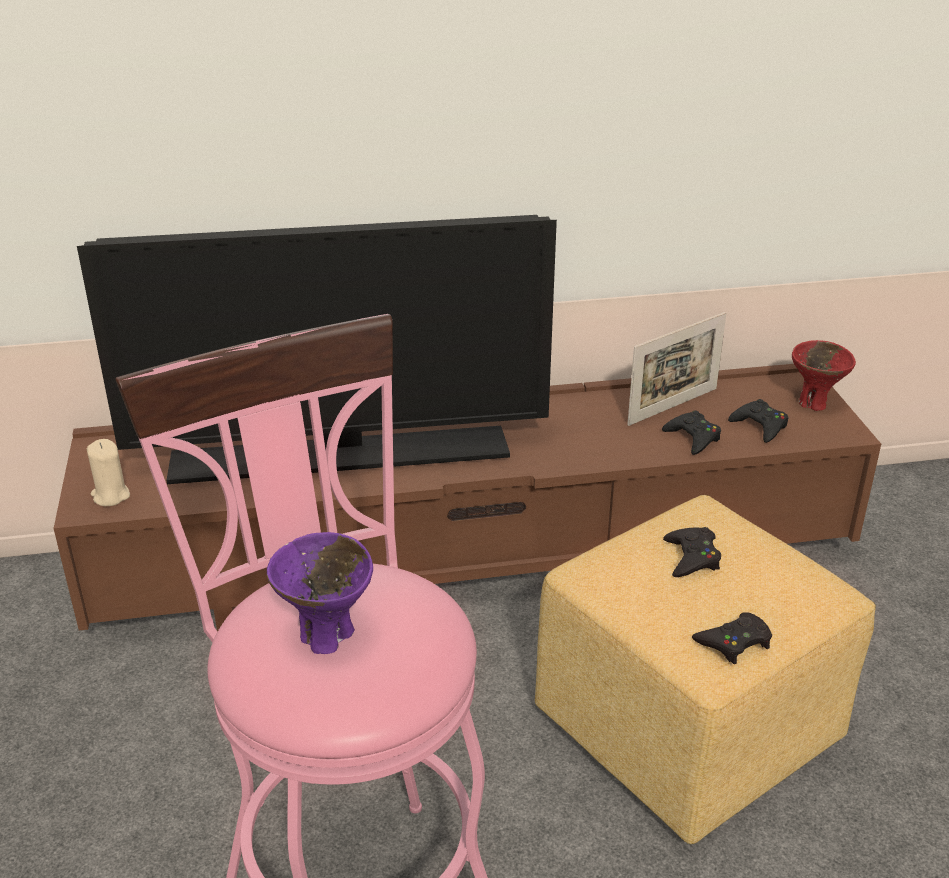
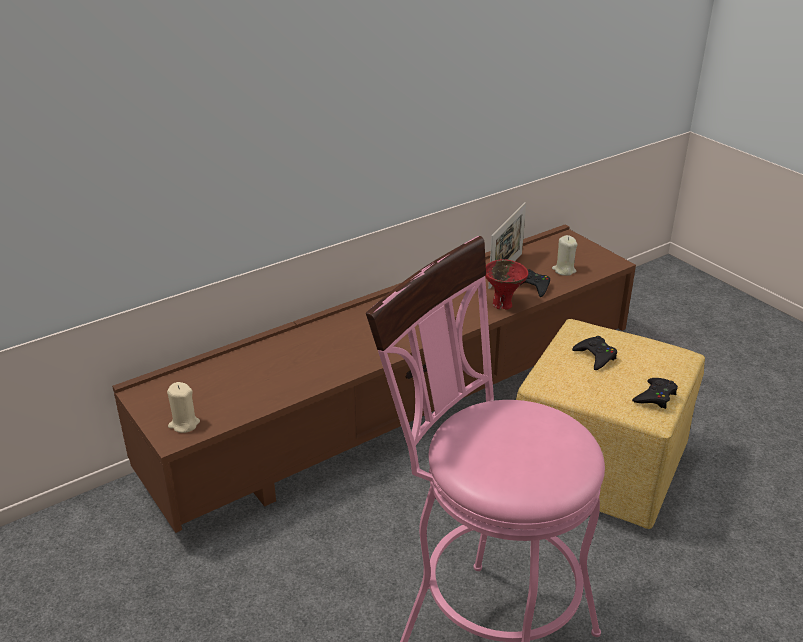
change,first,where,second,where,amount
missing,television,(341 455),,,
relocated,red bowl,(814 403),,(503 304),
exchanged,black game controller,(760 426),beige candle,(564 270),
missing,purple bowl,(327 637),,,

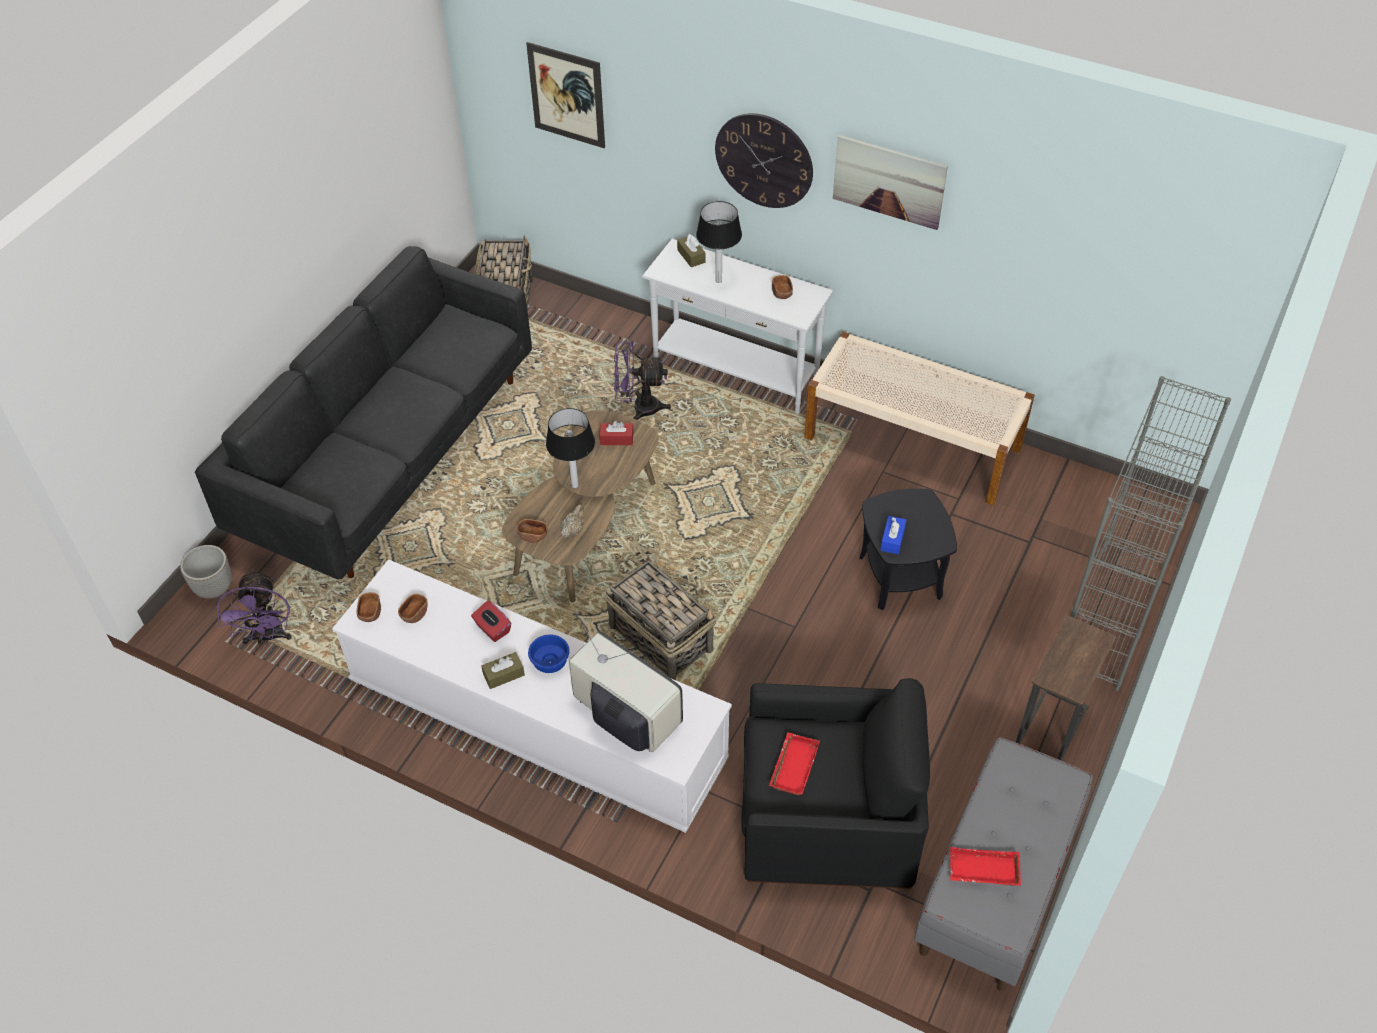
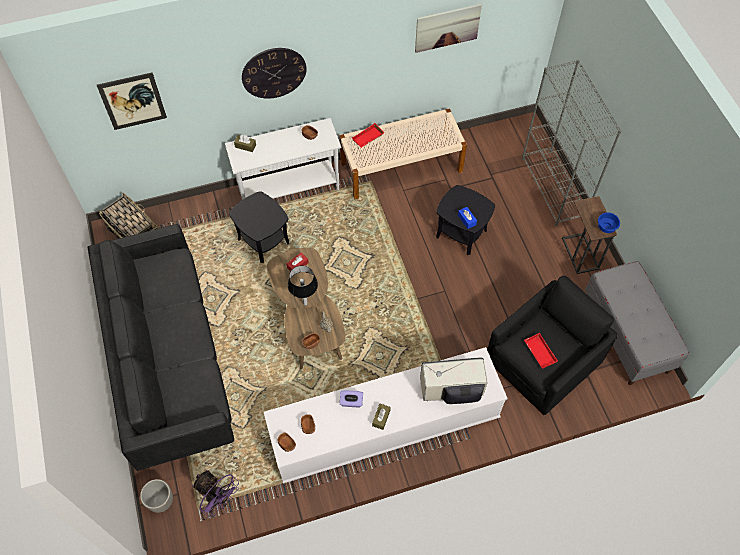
change,first,where,second,where,amount
relocated,picture,(889 181),,(447 27),
missing,table lamp,(719 281),,,
exchanged,purple fan,(639 407),black side table,(264 241),
missing,basket,(660 637),,,
colour,red tissue box,(492 629),purple tissue box,(351 402),
relocated,blue bowl,(551 661),,(606 226),
relocated,red tray,(982 872),,(368 138),

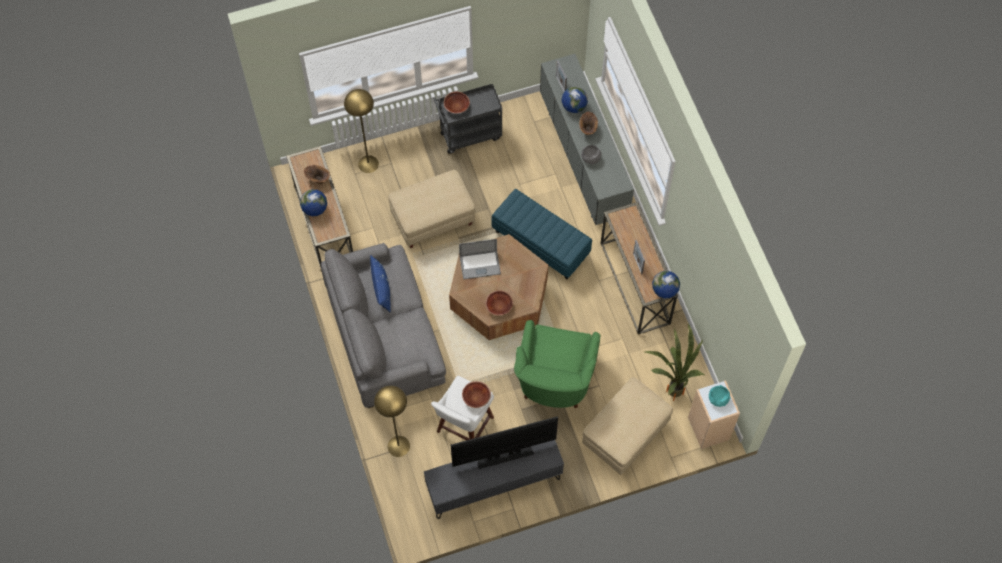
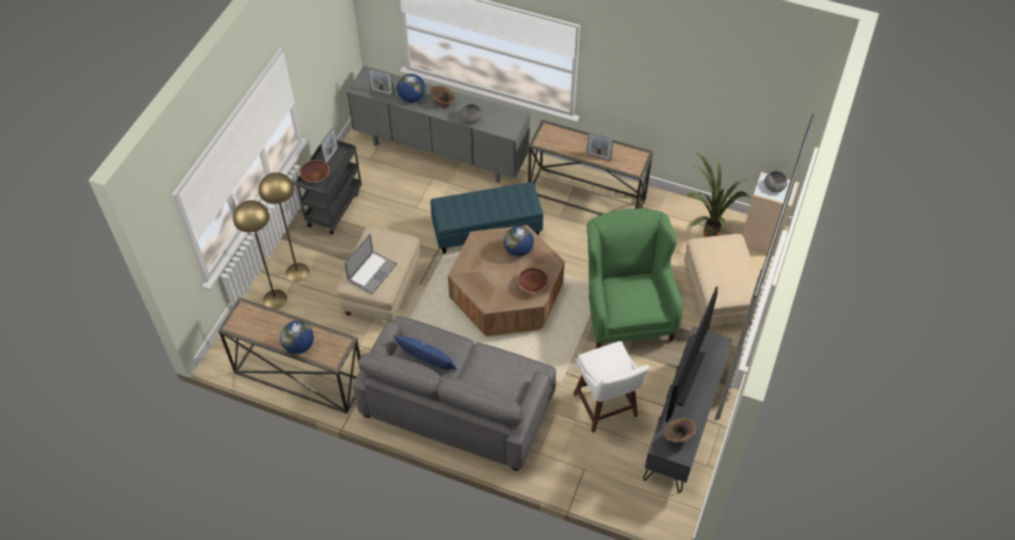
change,first,where,second,where,amount
relocated,brown vase,(318 179),,(677 437),
relocated,laptop,(480 265),,(372 272),
relocated,globe,(664 290),,(518 250),
spun,green armchair,(554 383),,(625 311),150 degrees counterclockwise
missing,brown bowl,(476 397),,,
colour,turquoise bowl,(718 399),grey bowl,(774 187),
relocated,yellow floor lamp,(398 446),,(297 272),
appeared,,,picture frame,(331 156),

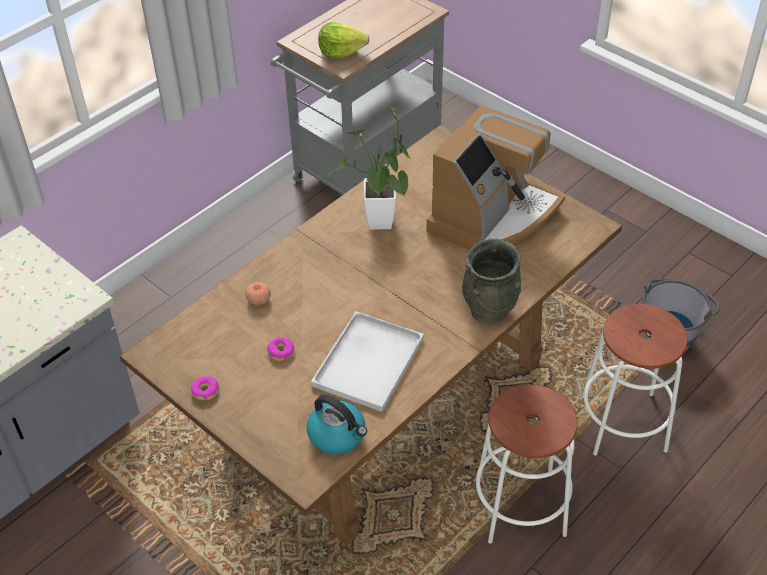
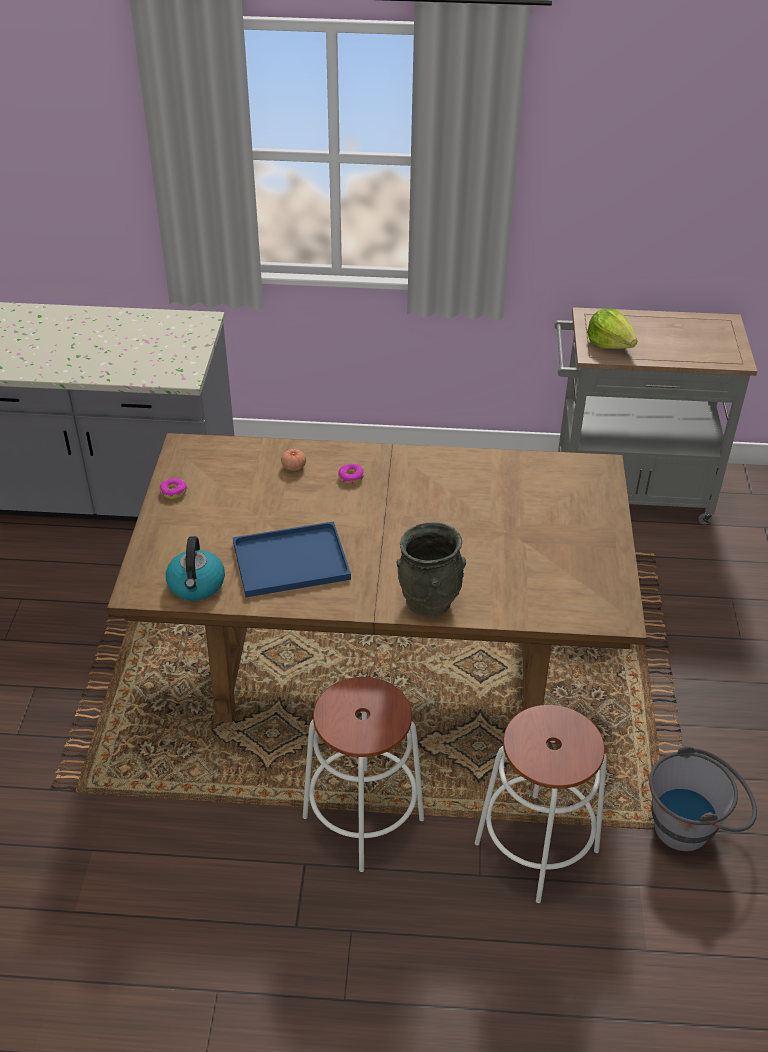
change,first,where,second,where,amount
missing,coffee machine,(493 217),,,
missing,potted plant,(380 227),,,
colour,white tray,(368 364),blue tray,(289 562),
relocated,donut,(281 352),,(350 477),

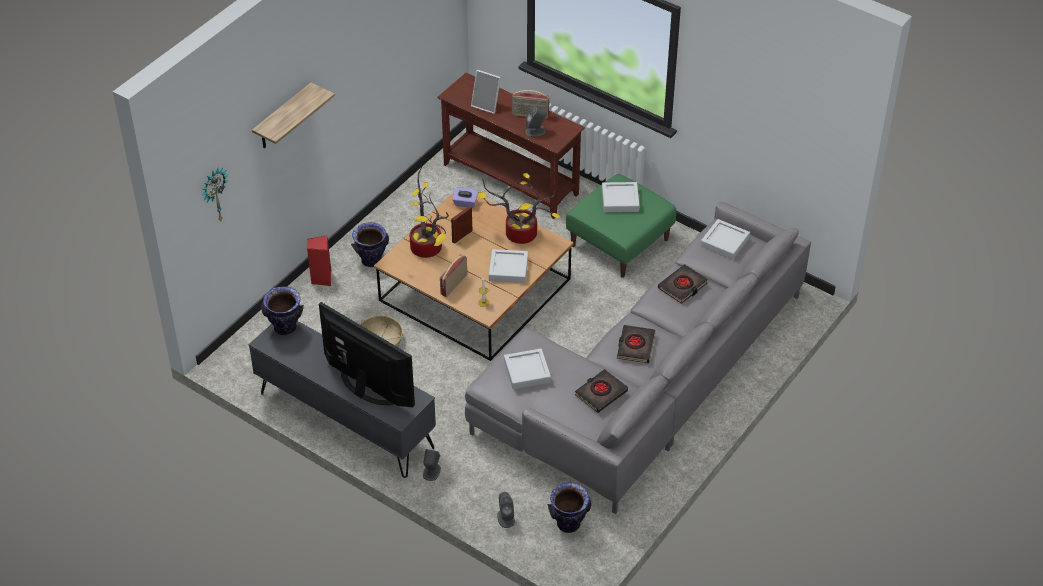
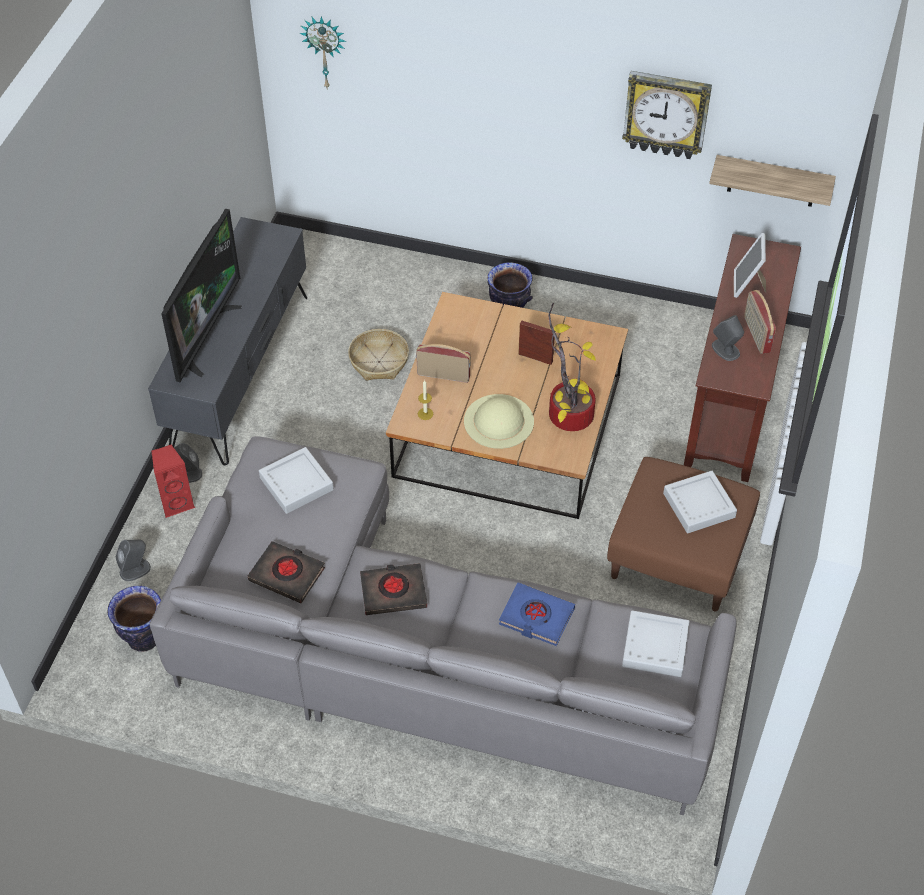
change,first,where,second,where,amount
relocated,shelf,(283 118),,(772 181),
missing,potted plant,(429 248),,,
colour,green ottoman,(619 242),brown ottoman,(679 555),
missing,purple tissue box,(465 203),,,
relocated,red speaker,(321 278),,(176 503),
exchanged,grey tray,(508 269),beige hat,(498 421),
colour,black book,(682 286),blue book,(536 617),
missing,vase,(285 328),,,
appeared,,,wall clock,(666 114),

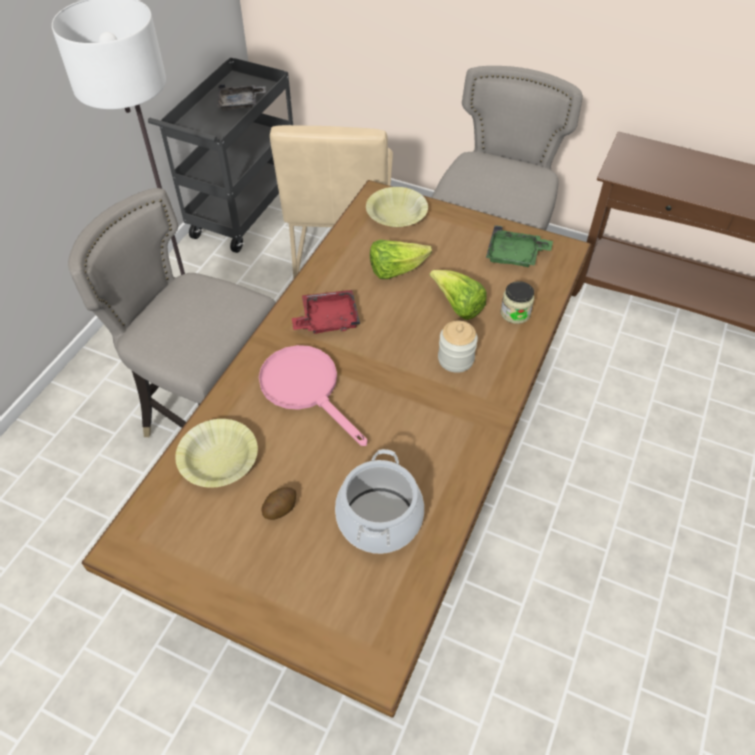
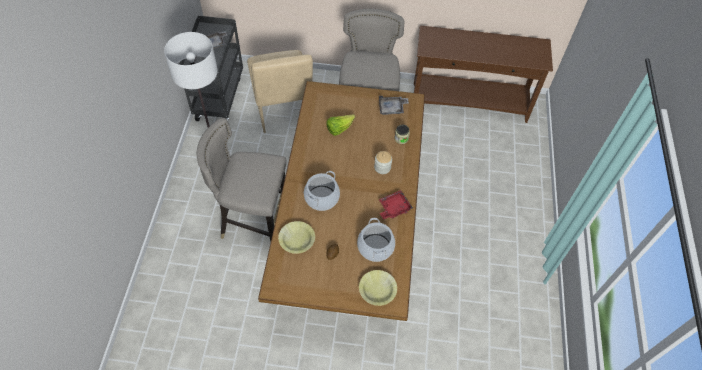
change,first,where,second,where,amount
relocated,yellow bowl,(397 215),,(377 290),
colour,green tray,(515 256),grey tray,(392 108),
missing,lettuce,(457 306),,,
relocated,red tray,(328 319),,(394 208),
exchanged,pink frying pan,(306 388),cooking pot,(321 198),

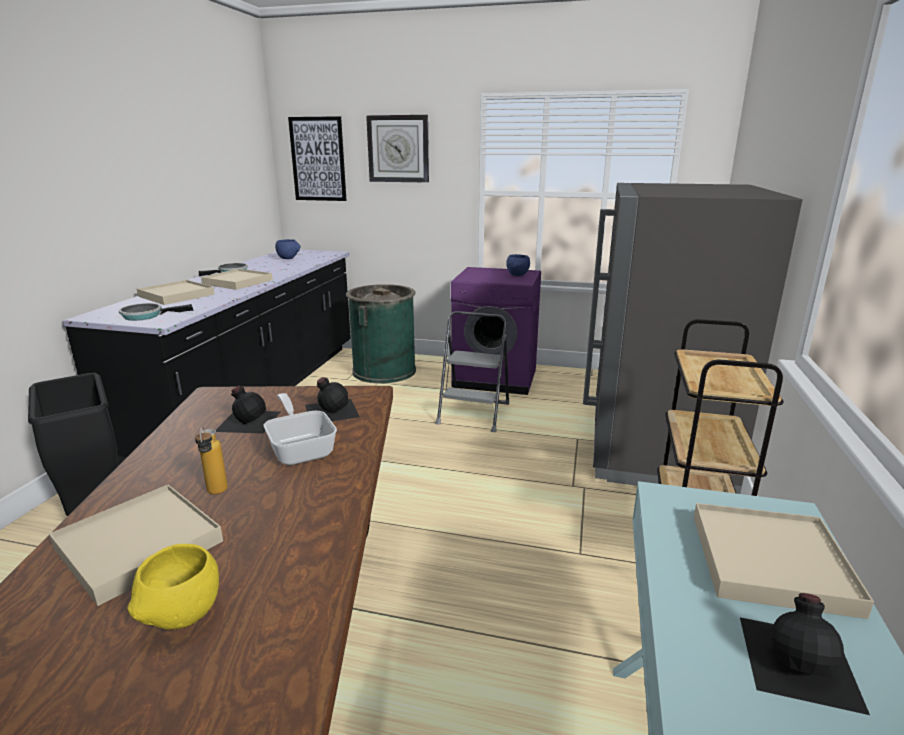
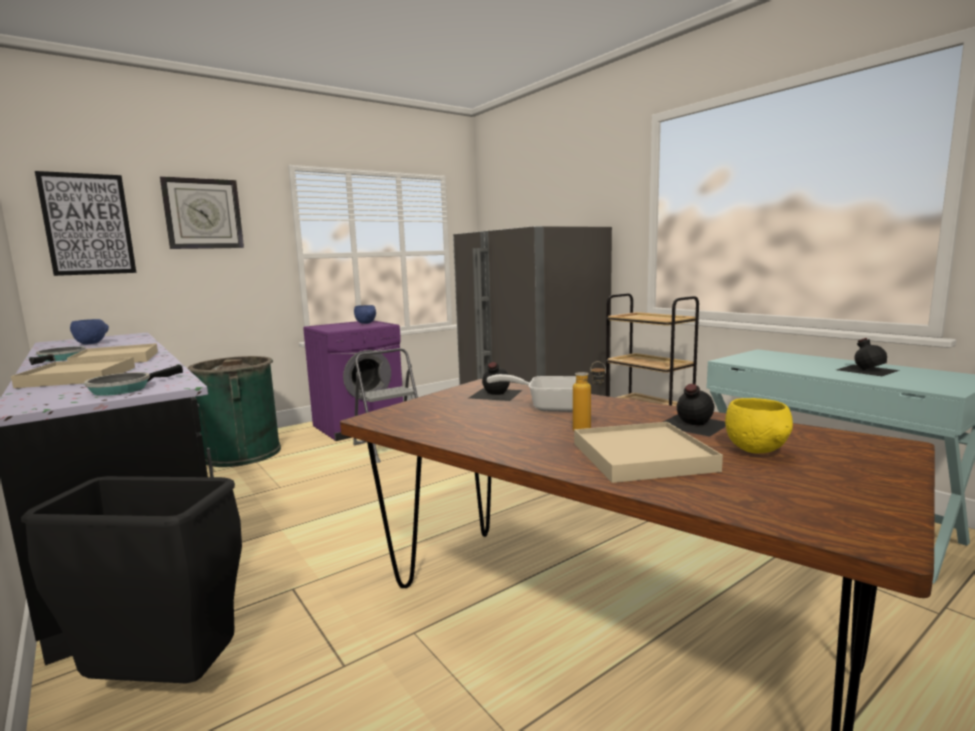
change,first,where,second,where,amount
relocated,black bottle,(248 420),,(692 424),
missing,beige tray,(770 562),,,

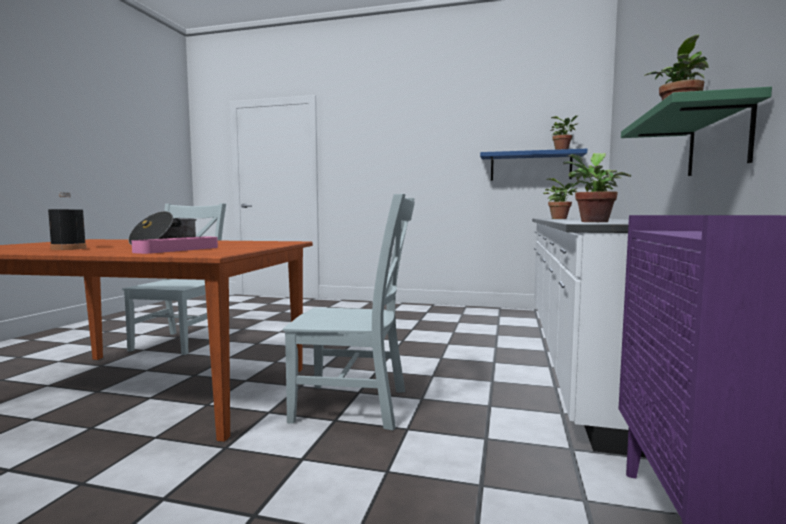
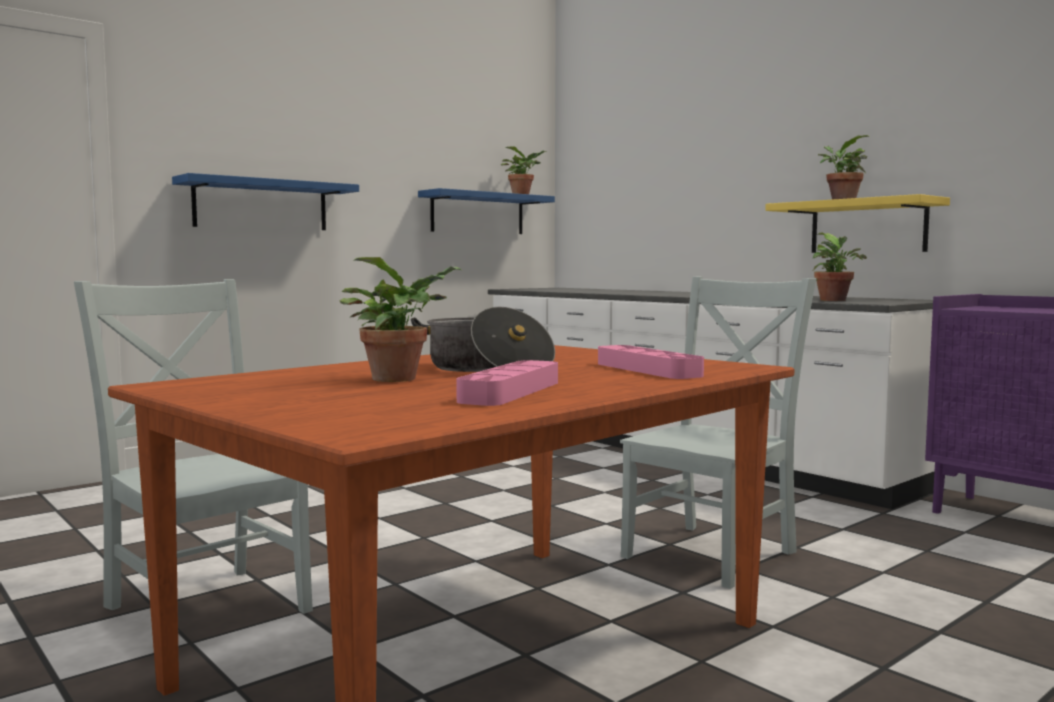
change,first,where,second,where,amount
colour,green shelf,(718 141),yellow shelf,(867 227),
relocated,potted plant,(561 219),,(400 378),
exchanged,black bottle,(68 248),pink tray,(510 391),
appeared,,,blue shelf,(261 205),

